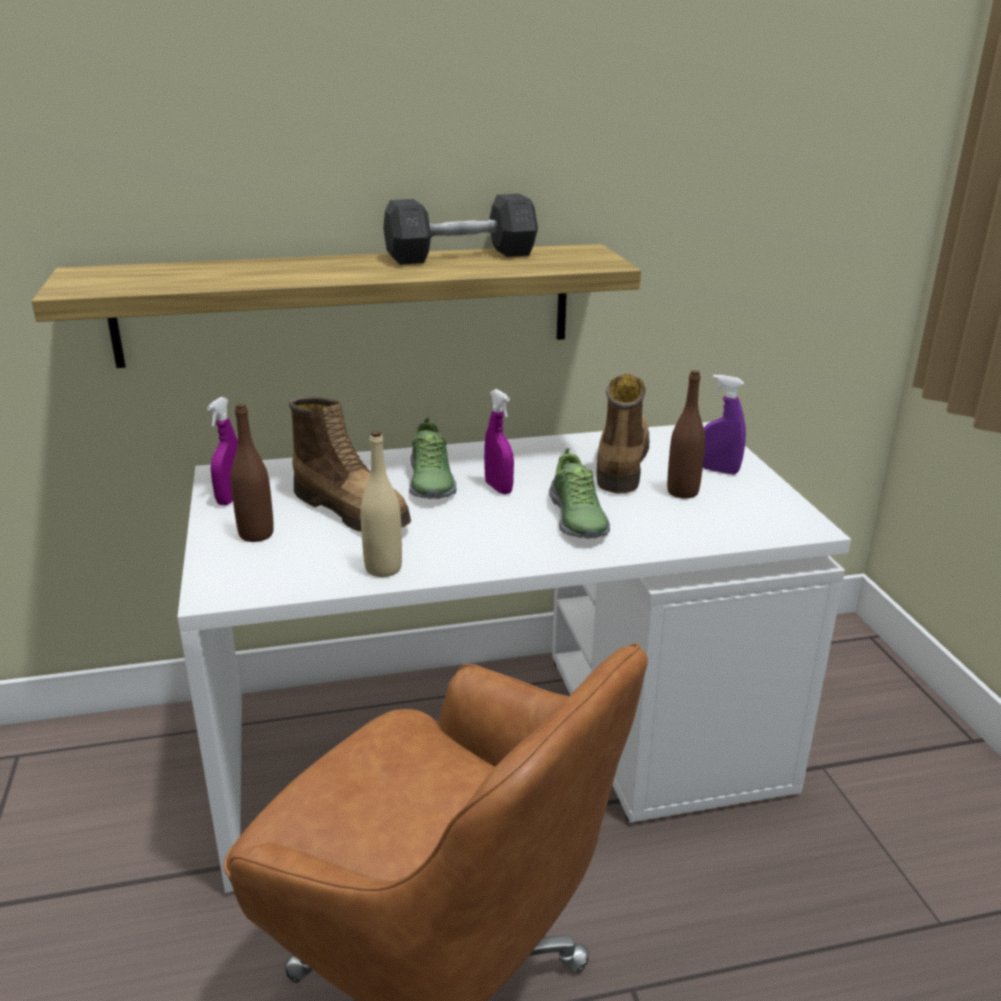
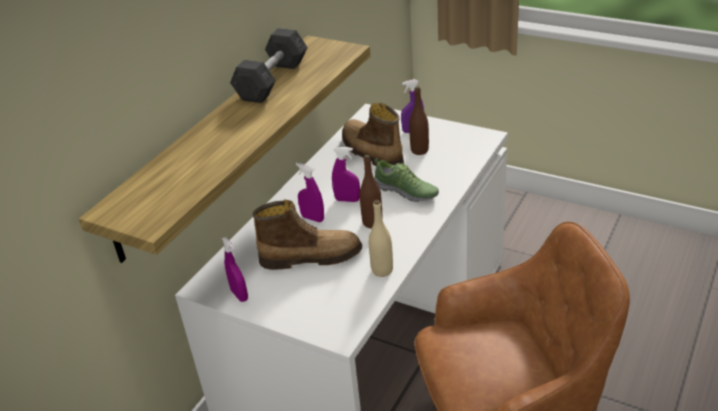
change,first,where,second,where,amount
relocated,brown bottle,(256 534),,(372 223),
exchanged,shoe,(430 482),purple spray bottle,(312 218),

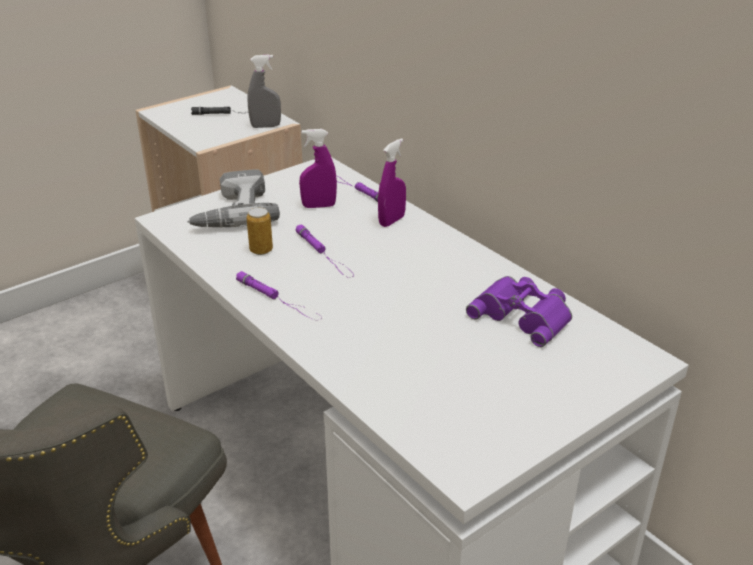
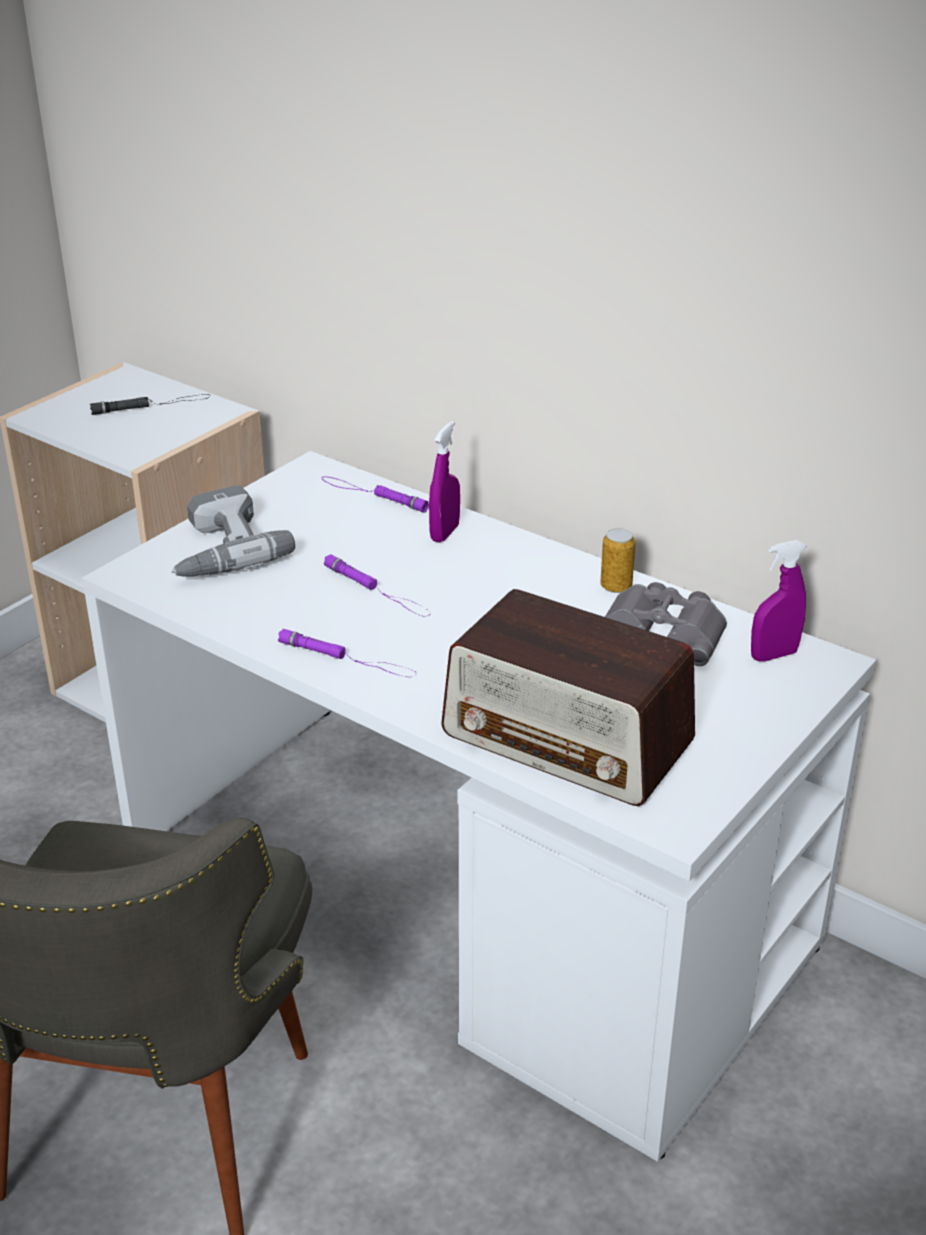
change,first,where,second,where,amount
missing,grey spray bottle,(265 126),,,
relocated,purple spray bottle,(319 206),,(773 655),
relocated,can,(261 250),,(616 586),
colour,purple binoculars,(523 315),grey binoculars,(665 631),
appeared,,,radio,(568 739),

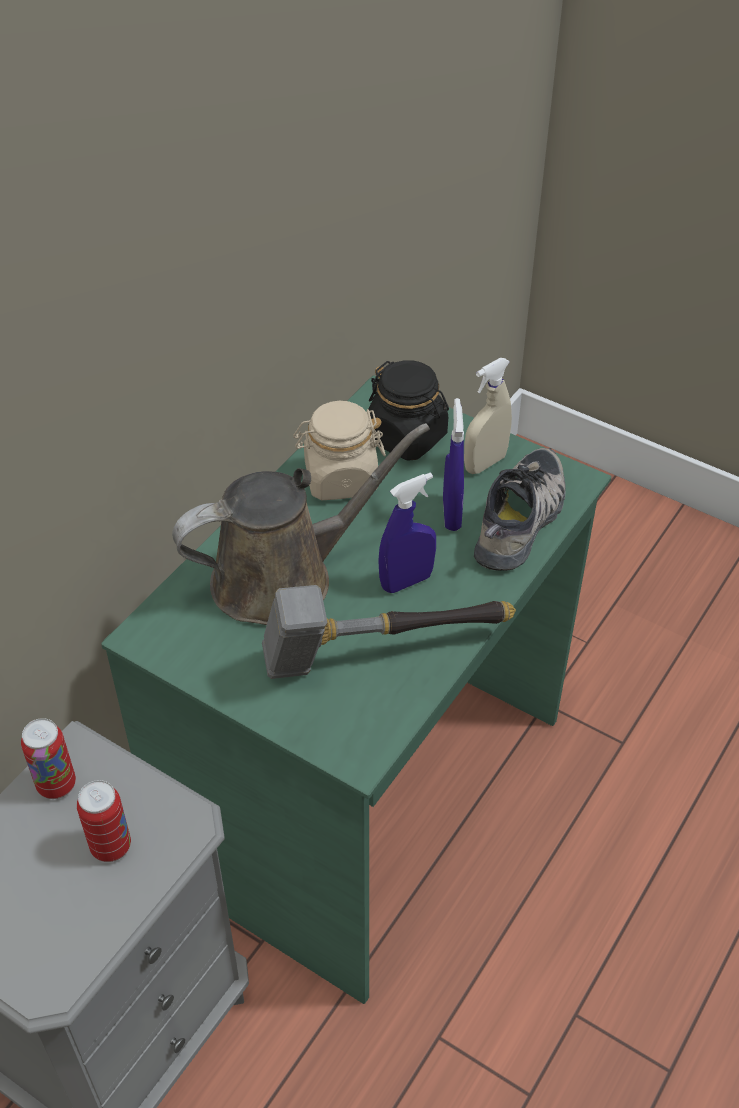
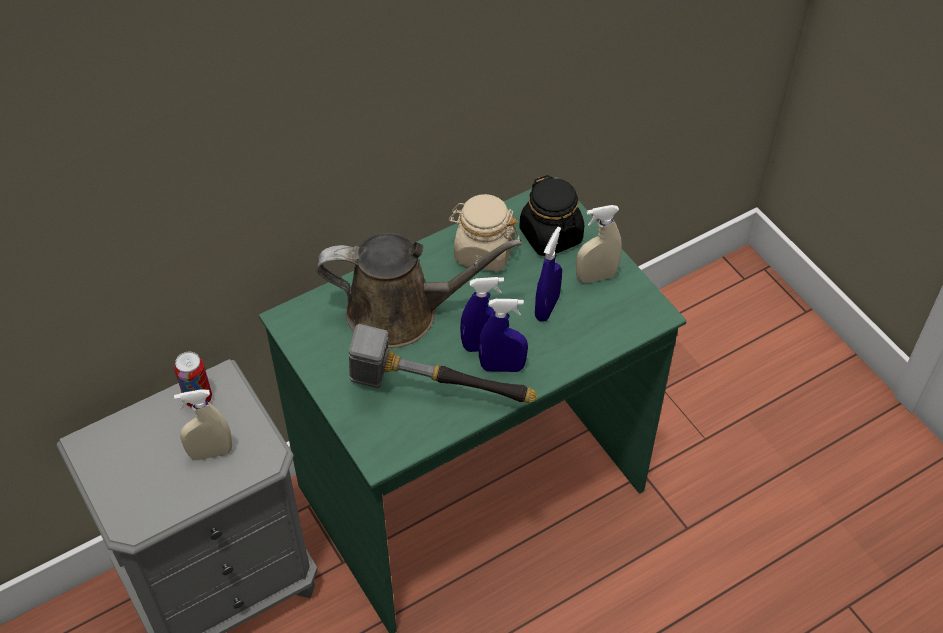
change,first,where,second,where,amount
missing,shoe,(522 520),,,
exchanged,can,(111 846),beige spray bottle,(211 453),
appeared,,,blue spray bottle,(502 367),

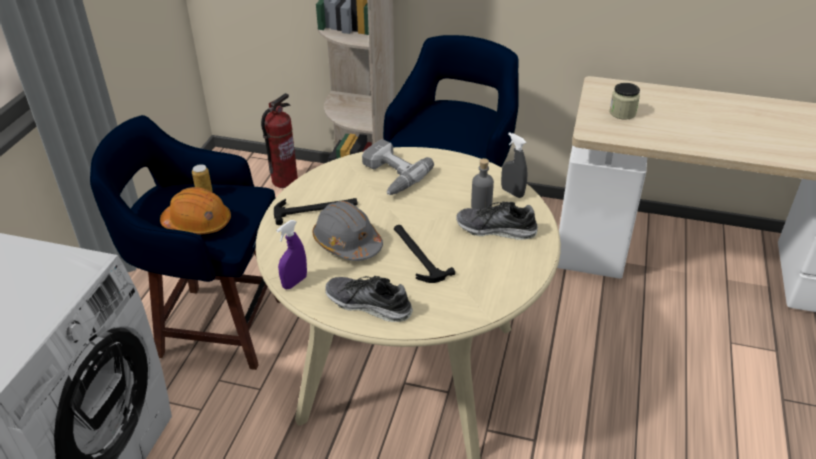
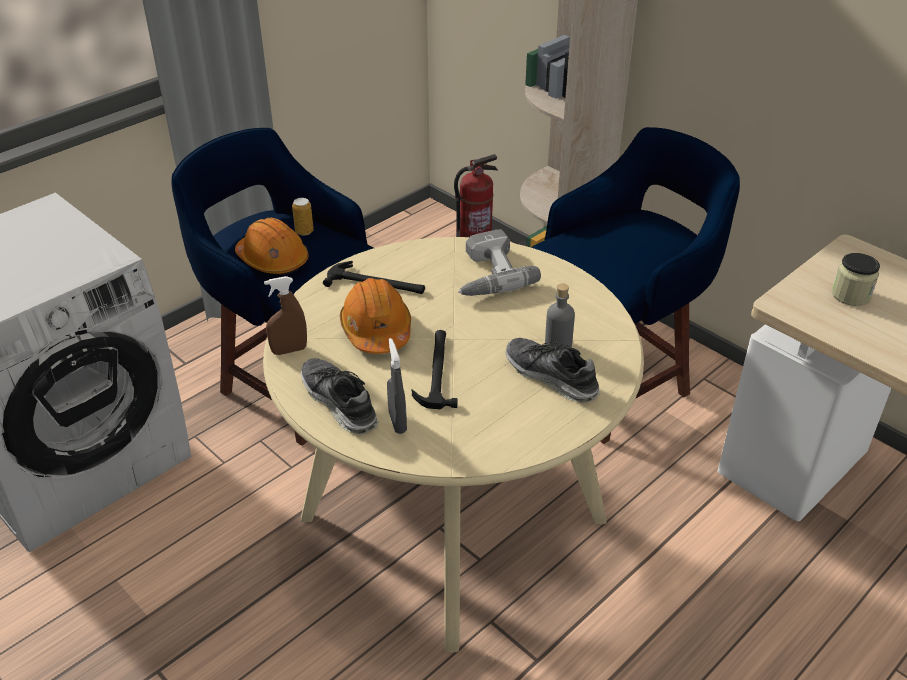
change,first,where,second,where,amount
relocated,grey spray bottle,(512 192),,(397 422),
colour,grey hard hat,(347 243),orange hard hat,(376 330),
colour,purple spray bottle,(294 282),brown spray bottle,(289 350),

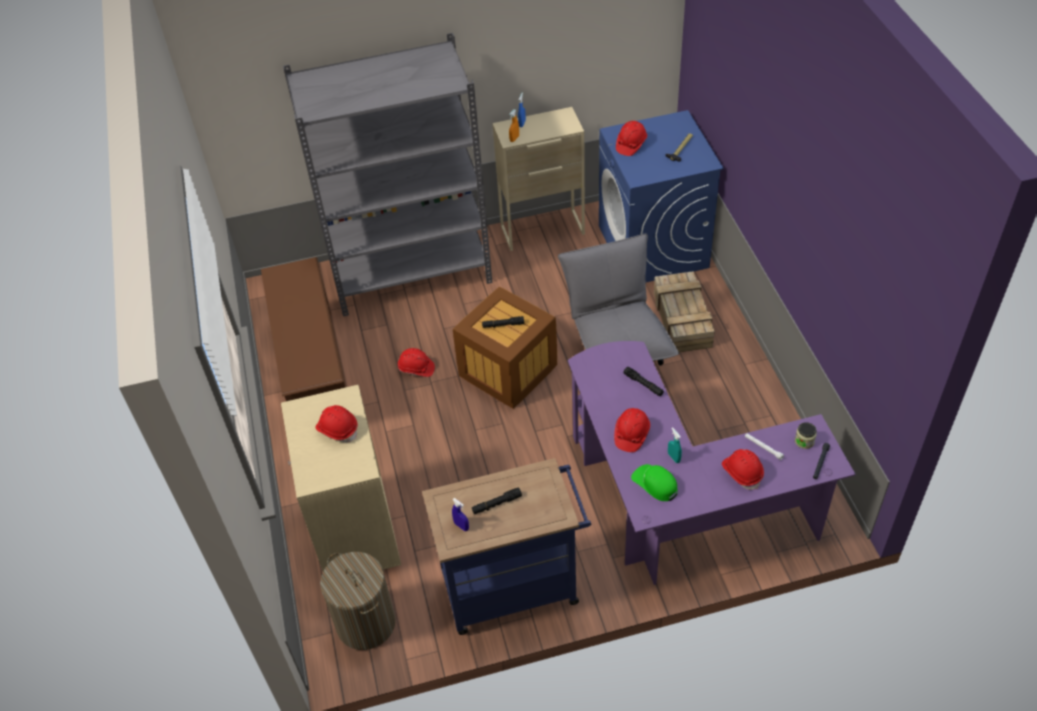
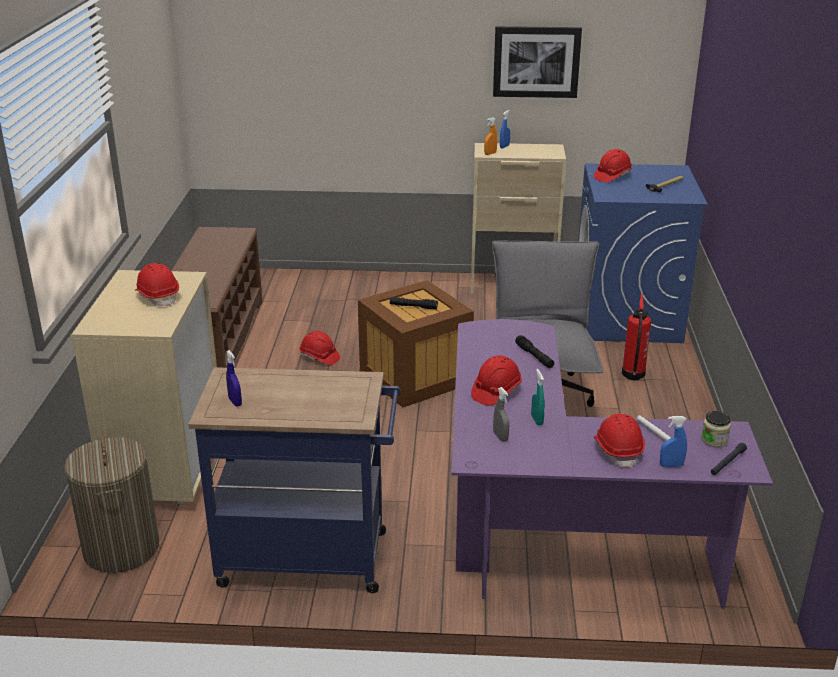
change,first,where,second,where,amount
missing,grey bookcase,(410 272),,,
exchanged,crate,(681 318),fire extinguisher,(632 375),
exchanged,green cap,(655 484),grey spray bottle,(500 437),
missing,black flashlight,(496 504),,,
appeared,,,picture,(536 62),
appeared,,,blue spray bottle,(671 465),

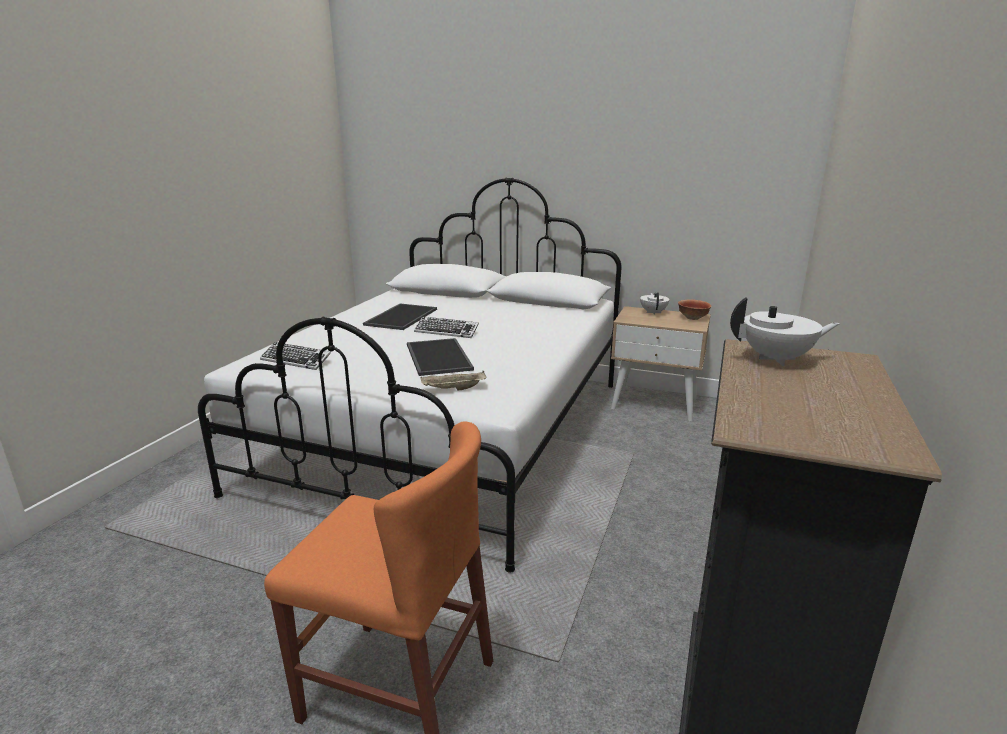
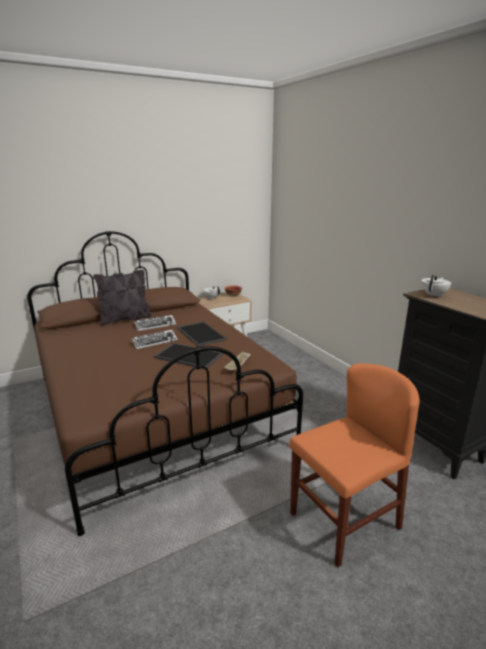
change,first,where,second,where,amount
colour,white bed,(450 433),brown bed,(155 410),
relocated,tray,(400 316),,(199 334),
relocated,keyboard,(296 360),,(155 325),
appeared,,,black pillow,(125 319),

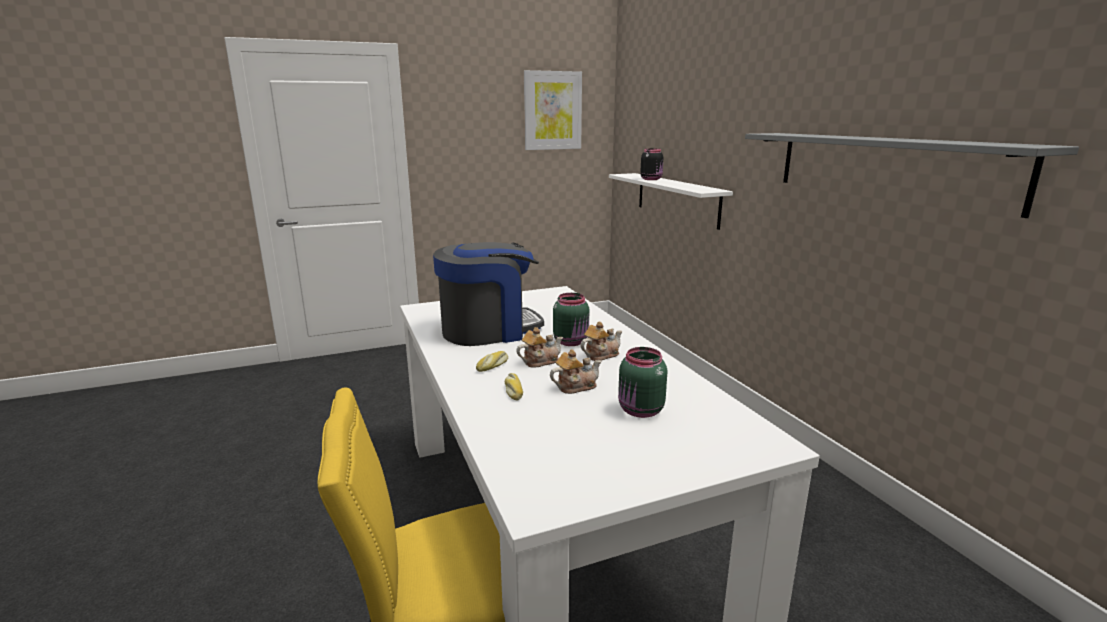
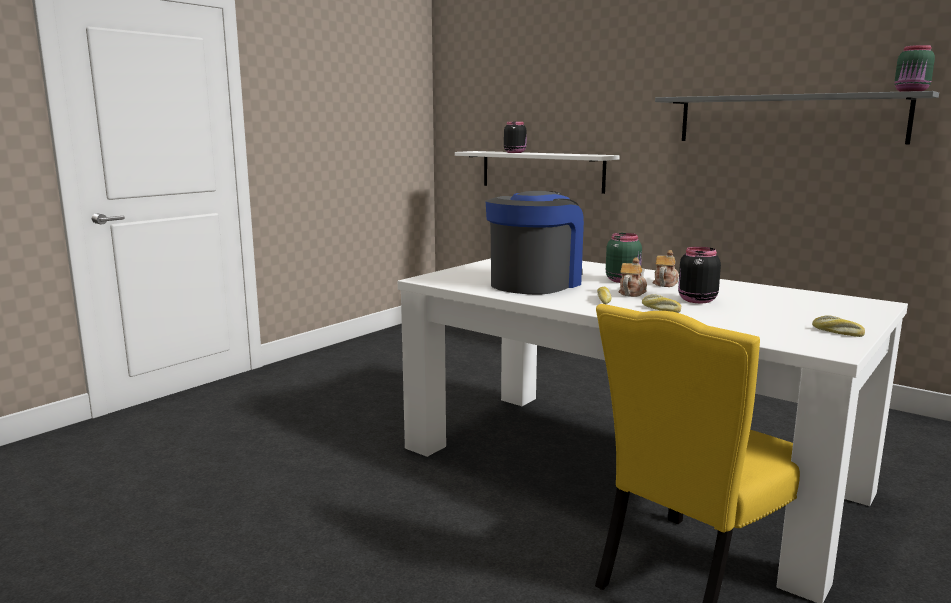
change,first,where,second,where,amount
missing,picture,(552 111),,,
relocated,green jar,(640 411),,(912 91),
exchanged,teapot,(575 386),black jar,(696 300),
appeared,,,bread,(836 332),

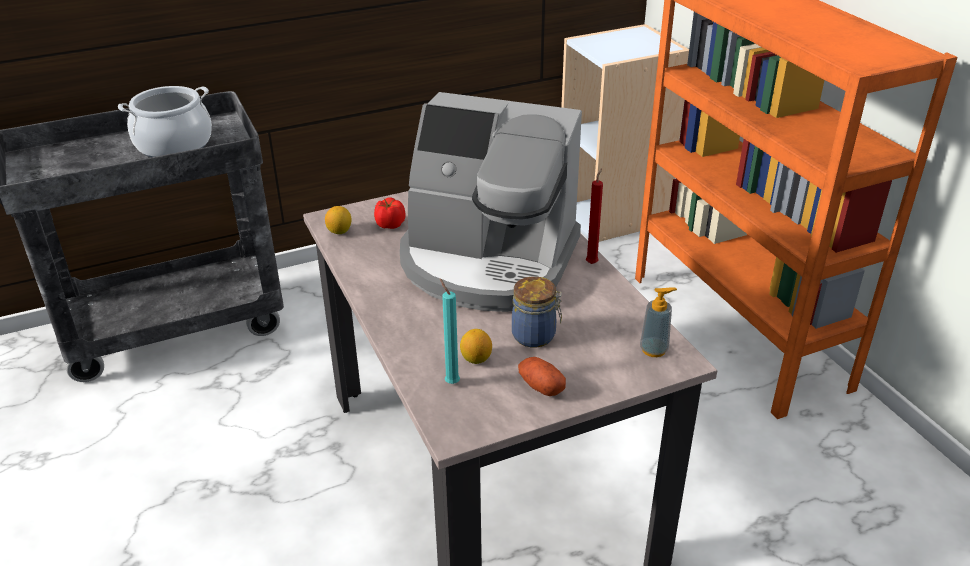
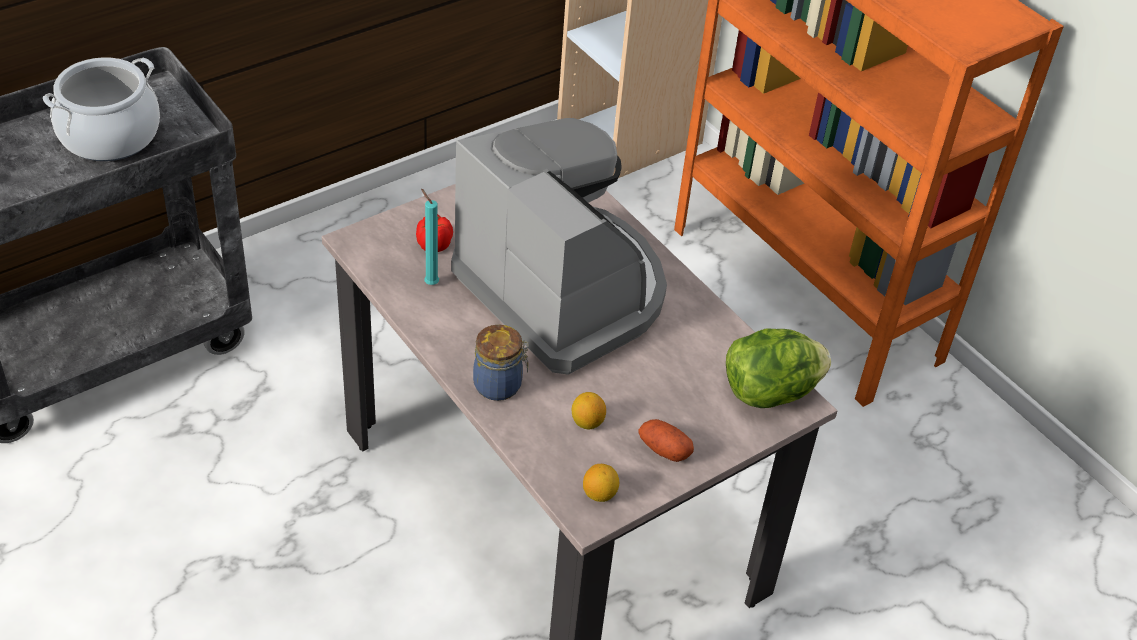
change,first,where,second,where,amount
spun,coffee machine,(487 262),,(564 291),135 degrees counterclockwise
missing,red candle,(592 262),,,
relocated,lemon,(339 231),,(599 494),
relocated,jar,(535 336),,(500 385),
relocated,turquoise candle,(451 382),,(430 283),
exchanged,soap dispenser,(654 350),lettuce,(769 392),

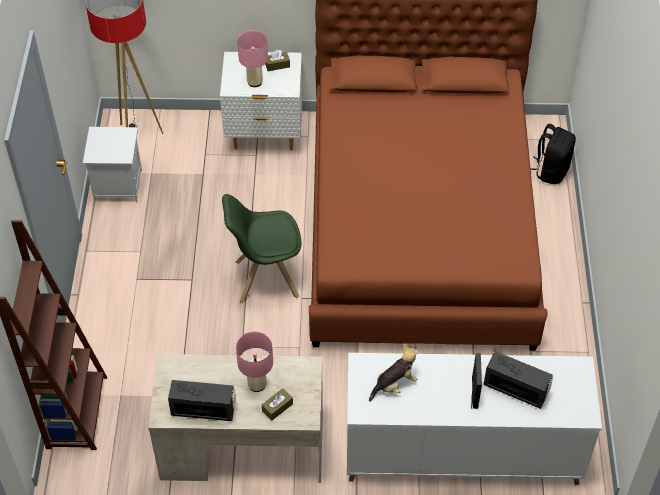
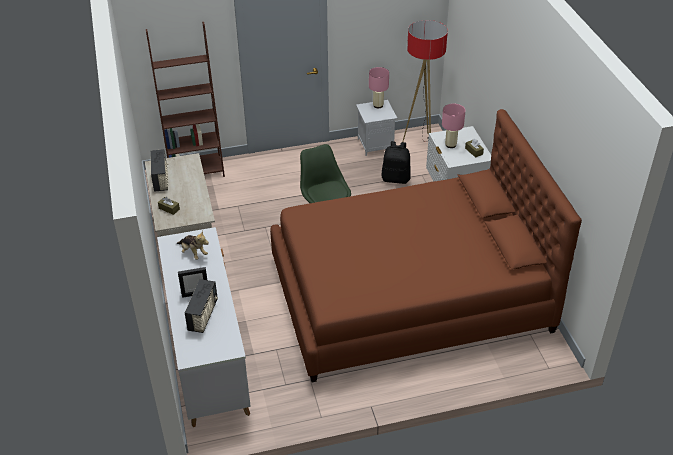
change,first,where,second,where,amount
relocated,black backpack,(551 170),,(396 178),
relocated,pink table lamp,(256 384),,(378 105),

